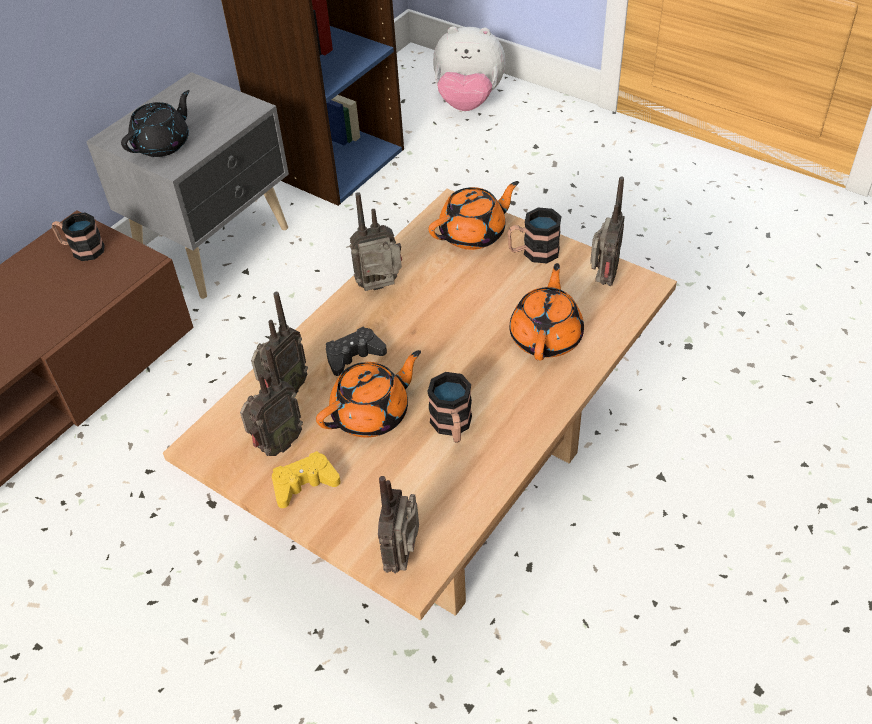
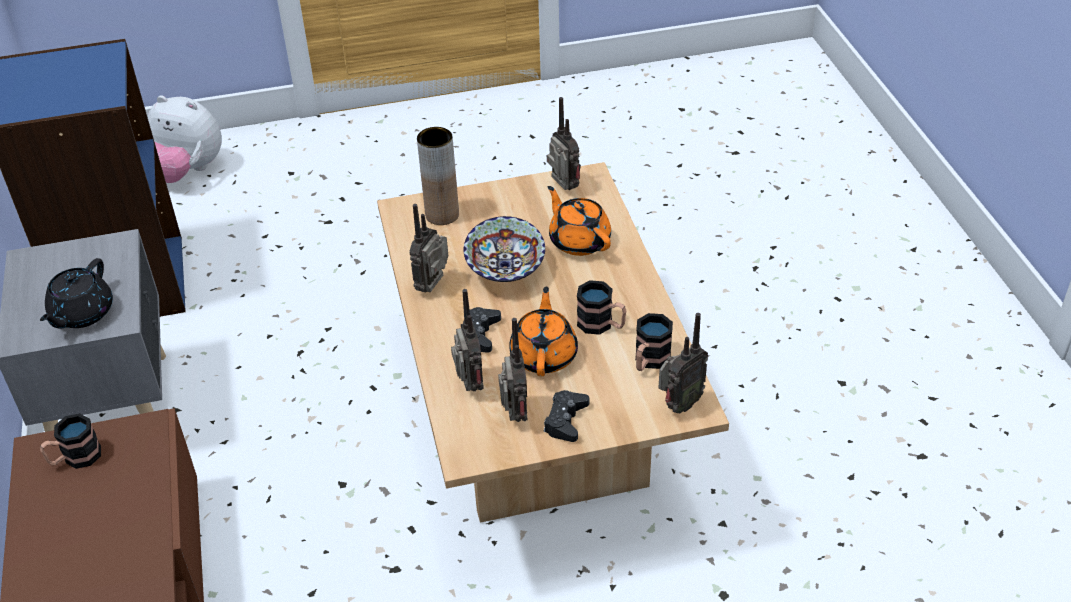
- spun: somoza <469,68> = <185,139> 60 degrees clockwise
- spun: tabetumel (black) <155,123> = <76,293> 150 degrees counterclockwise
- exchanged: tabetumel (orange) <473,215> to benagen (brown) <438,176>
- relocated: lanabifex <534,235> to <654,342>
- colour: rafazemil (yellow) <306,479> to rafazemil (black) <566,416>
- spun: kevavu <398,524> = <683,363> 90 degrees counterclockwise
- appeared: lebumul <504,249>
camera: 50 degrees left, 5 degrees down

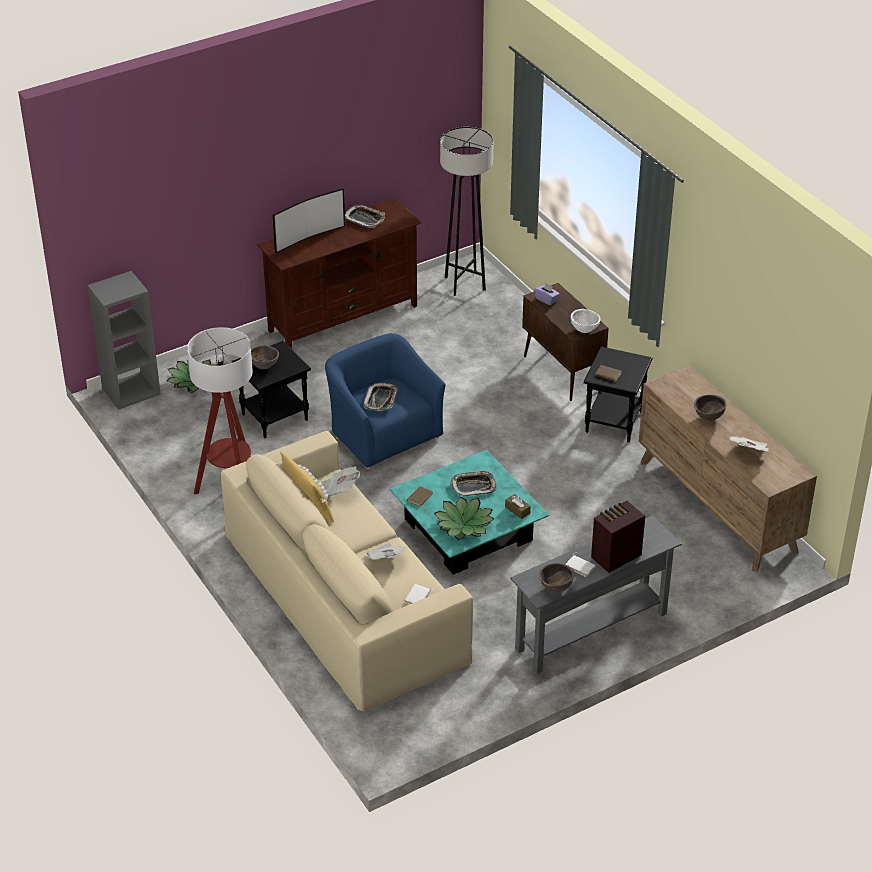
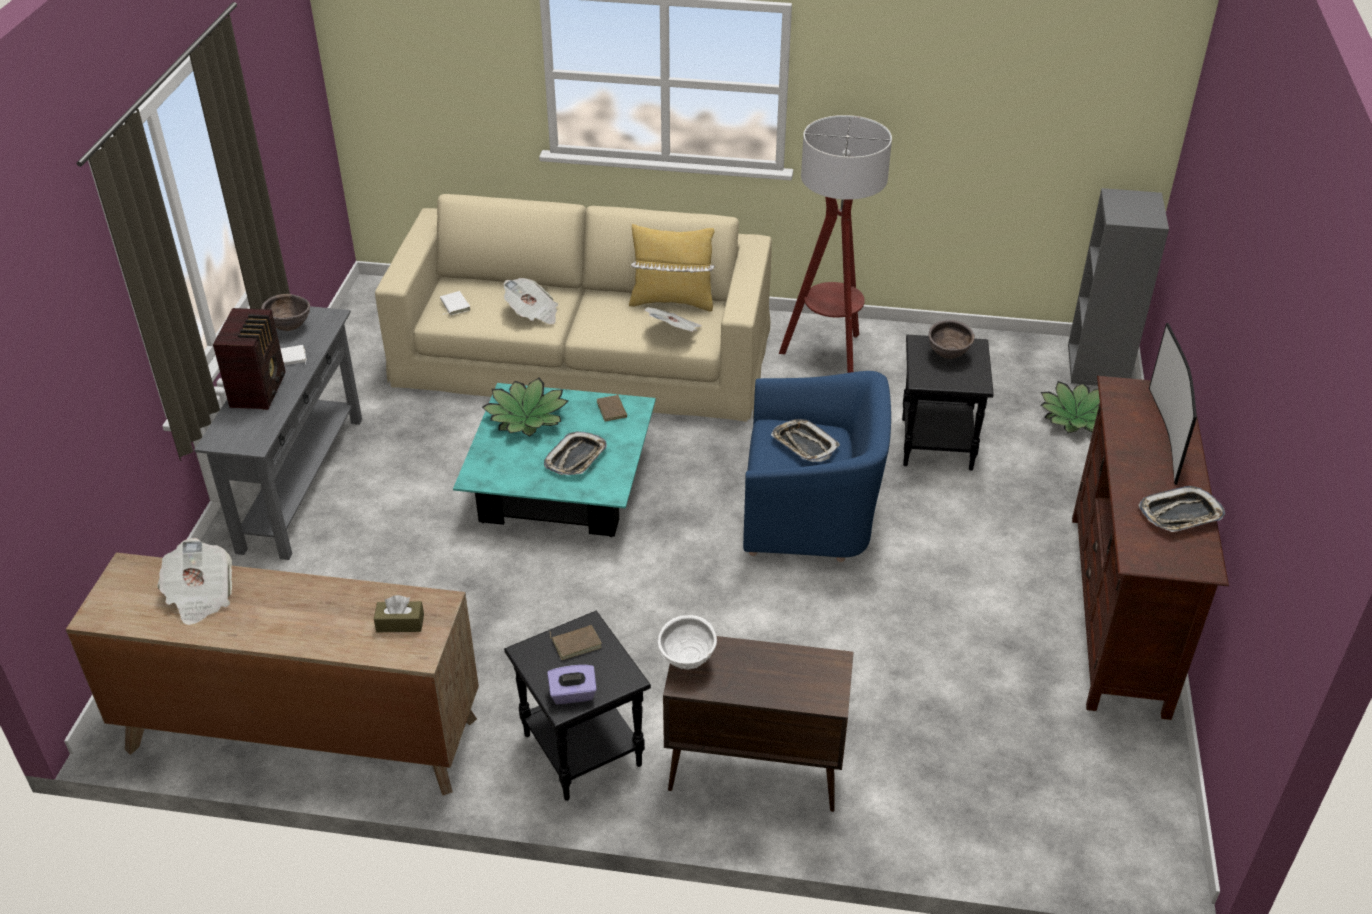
- missing: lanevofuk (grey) <467,211>
- relocated: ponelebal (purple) <547,293> to <572,684>
- missing: lebumul (brown) <710,408>
- relocated: ponelebal (brown) <518,506> to <399,613>
camera: 130 degrees right, 0 degrees up

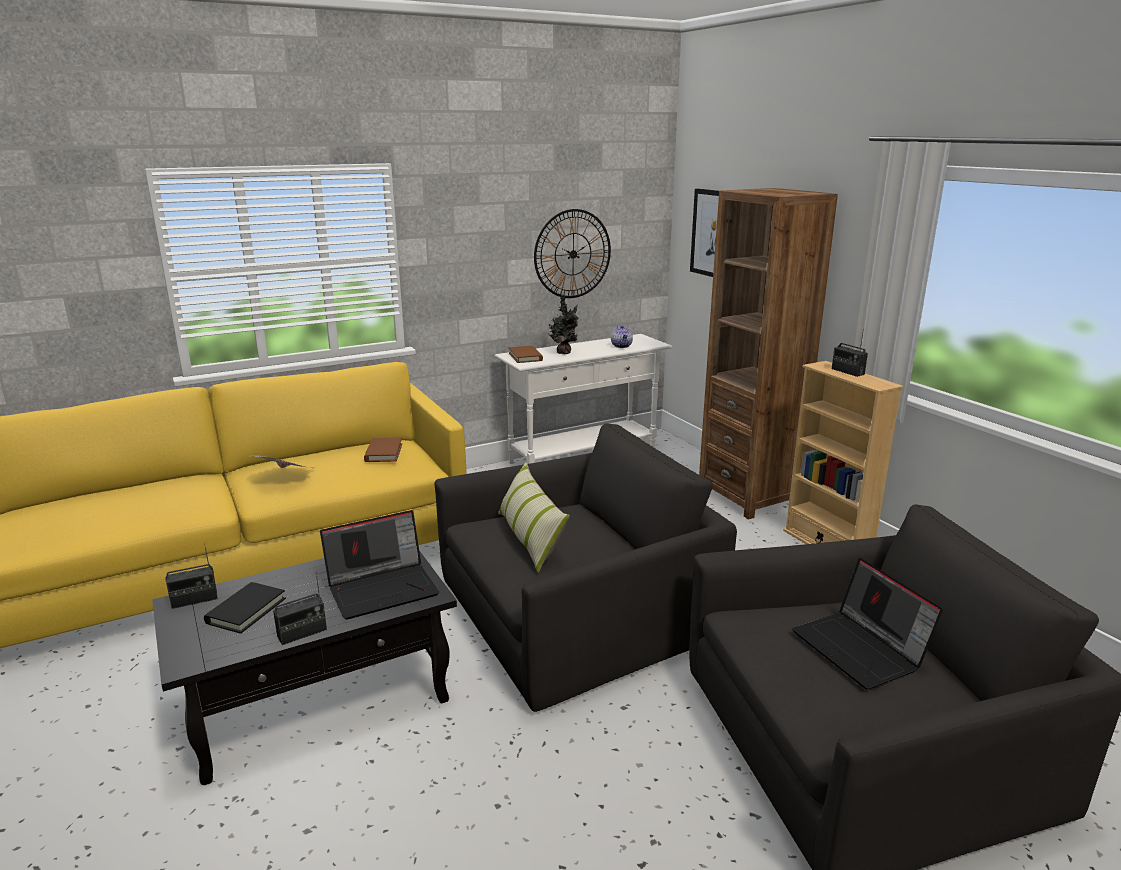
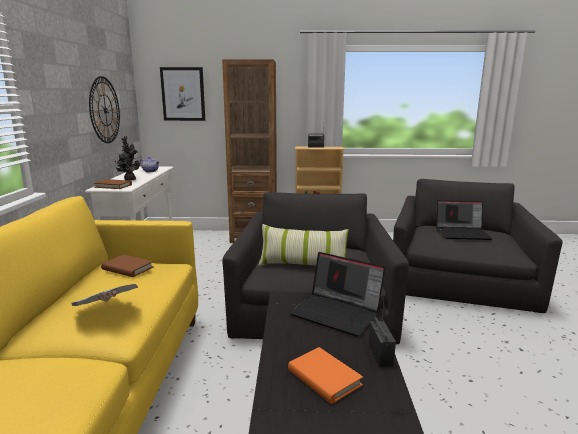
- spun: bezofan <379,565> = <337,294> 120 degrees clockwise
- missing: kevavu <191,576>
- colour: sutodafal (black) <245,608> to sutodafal (orange) <325,375>
camera: 60 degrees left, 5 degrees down

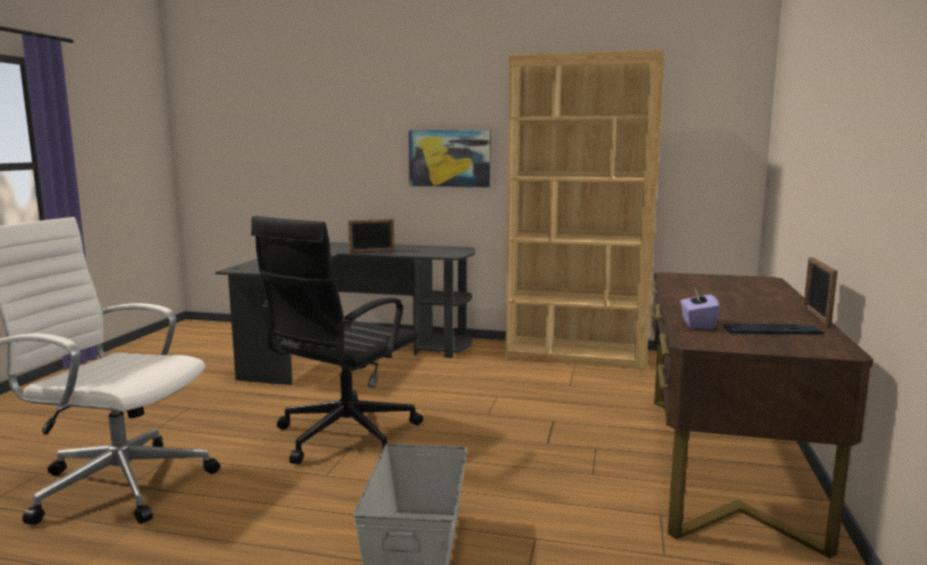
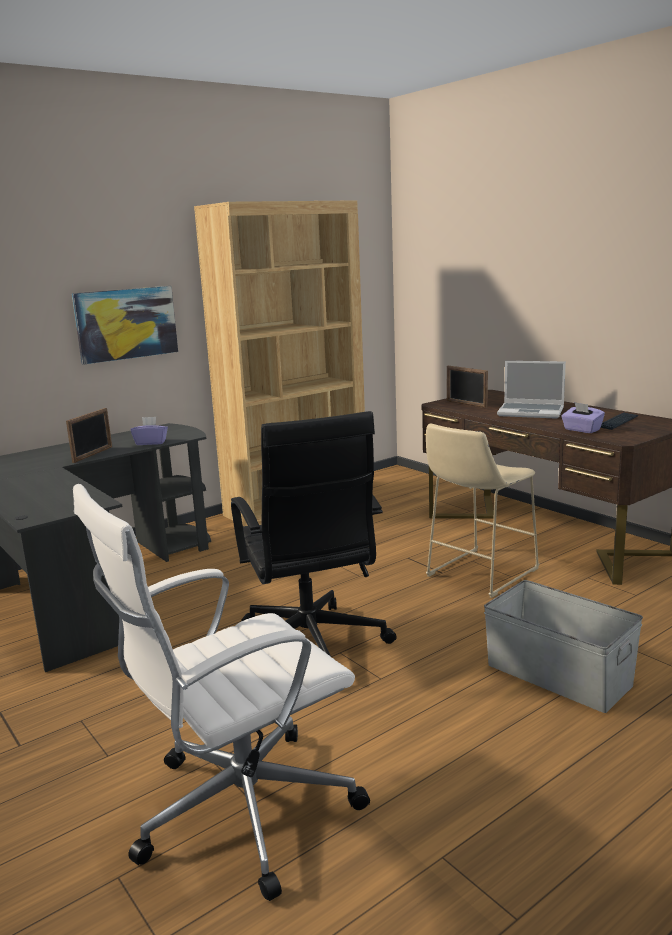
- relocated: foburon <820,292> to <467,387>
- appeared: bezofan <531,390>
- appeared: ponelebal (purple) <149,431>
- appeared: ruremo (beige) <483,511>
camera: 50 degrees left, 5 degrees up

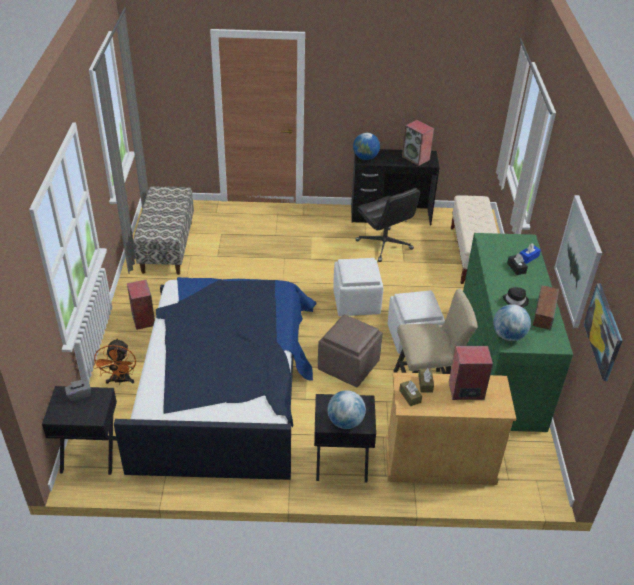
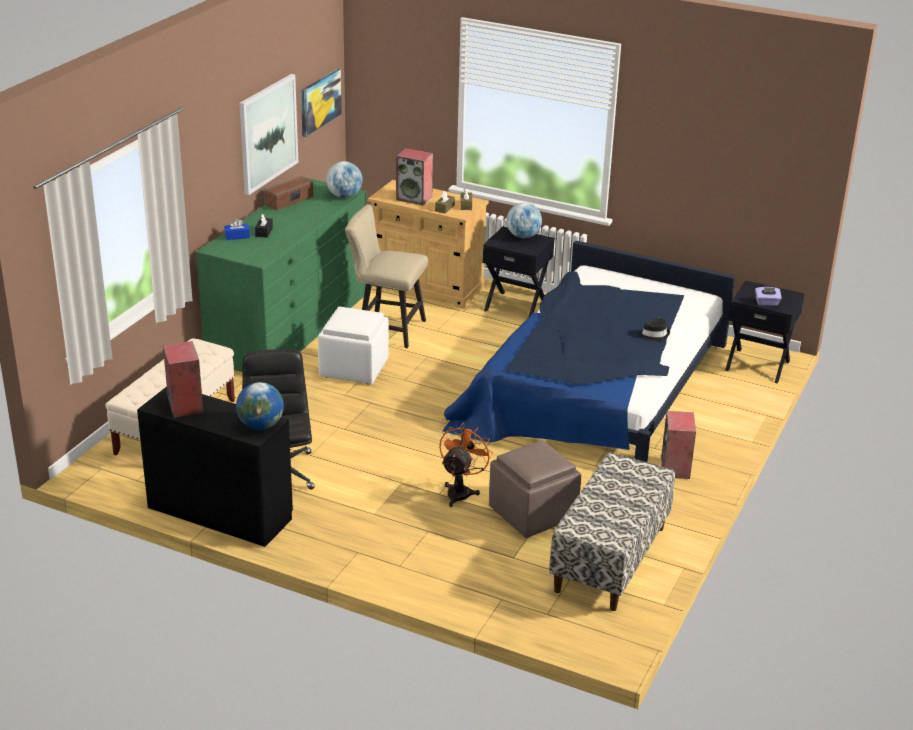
- missing: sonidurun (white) <358,287>
- relocated: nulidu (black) <516,297> to <654,330>
- relocated: sonidurun (brown) <350,350> to <535,489>
- relocated: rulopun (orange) <114,361> to <466,465>
- colour: ponelebal (grey) <78,391> to ponelebal (purple) <768,296>
camera: 155 degrees left, 10 degrees down

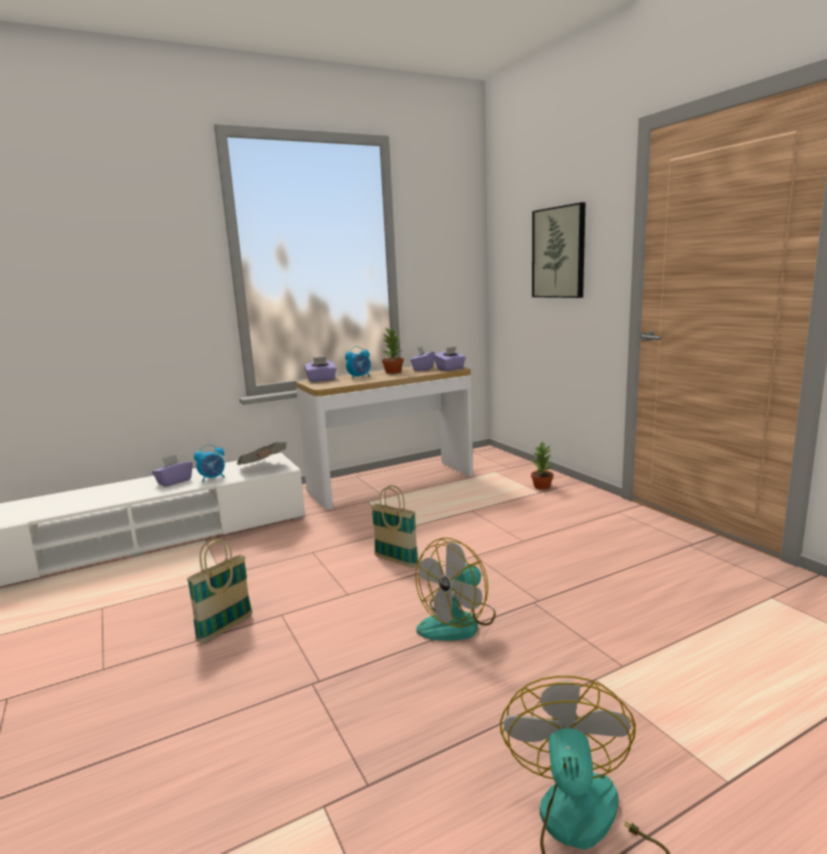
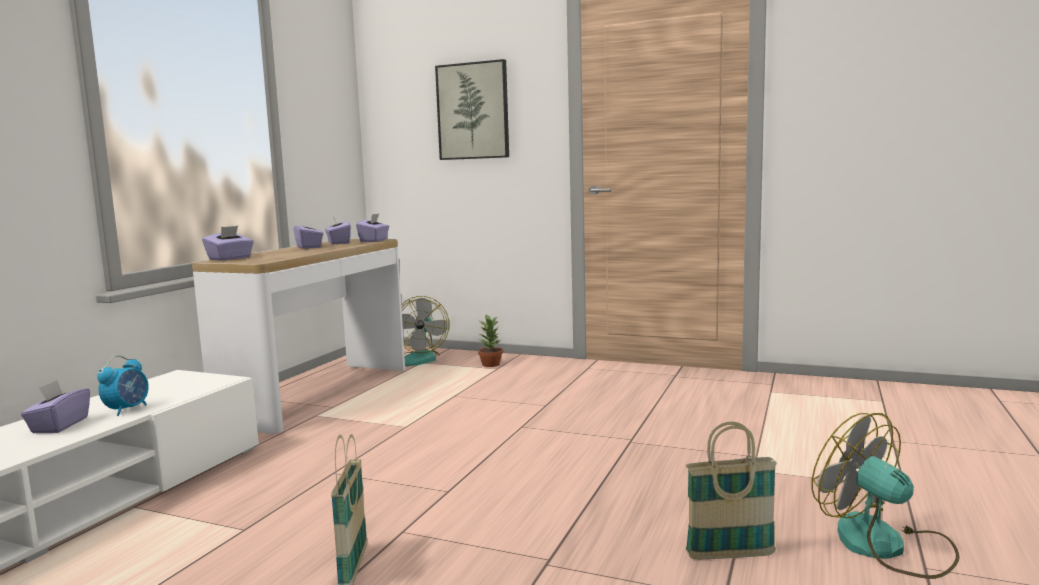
- exchanged: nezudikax <393,350> to ponelebal (purple) <308,234>
- missing: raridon <358,362>
- missing: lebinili <262,453>
- relocated: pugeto <394,526> to <731,490>
- relocated: rulopun <455,589> to <425,331>
camera: 40 degrees left, 5 degrees down

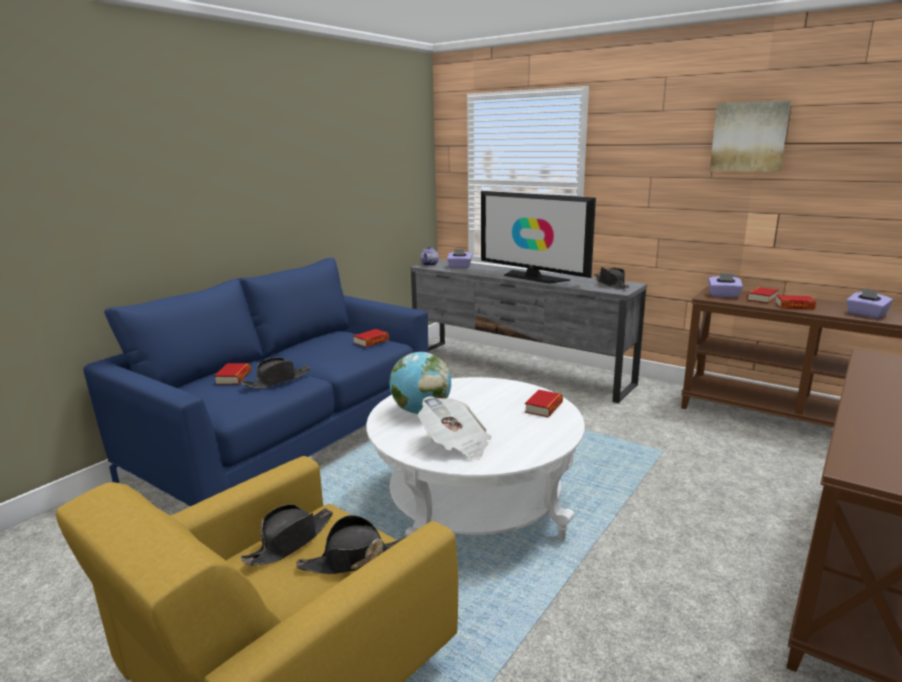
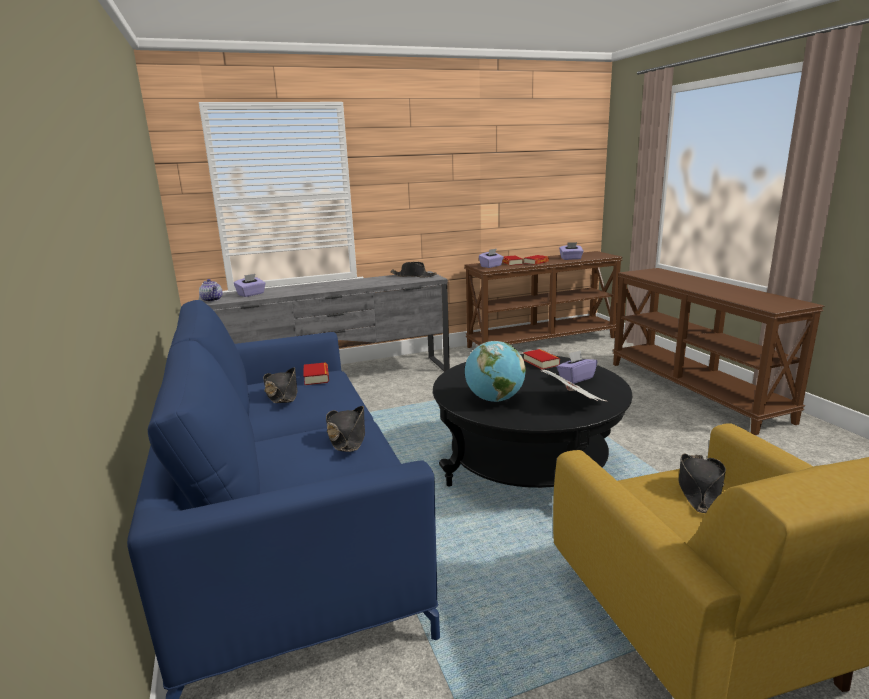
- missing: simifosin <750,136>
- missing: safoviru <538,237>
- missing: sutodafal <232,374>
- colour: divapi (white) <475,458> to divapi (black) <533,421>
- relocated: nulidu (black) <286,534> to <280,385>
- appeared: ponelebal (purple) <577,367>
camera: 55 degrees left, 0 degrees up

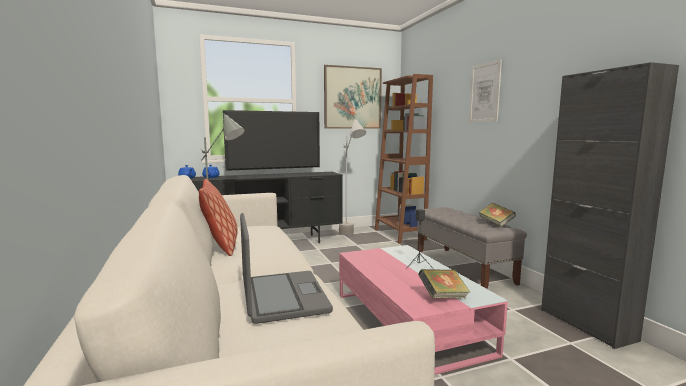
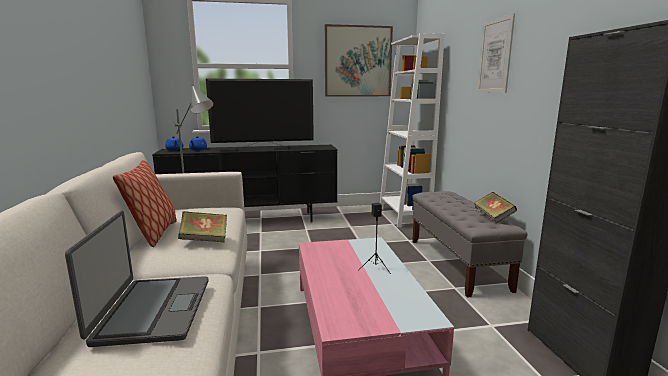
- colour: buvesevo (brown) <404,158> to buvesevo (white) <412,130>
- missing: lanevofuk (grey) <352,176>
- relocated: sutodafal <444,283> to <202,226>
camera: 10 degrees right, 5 degrees up

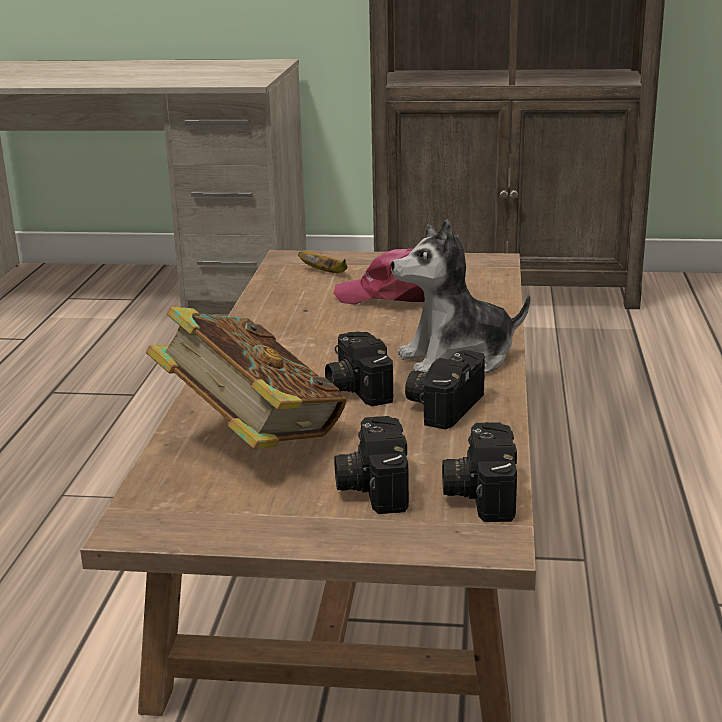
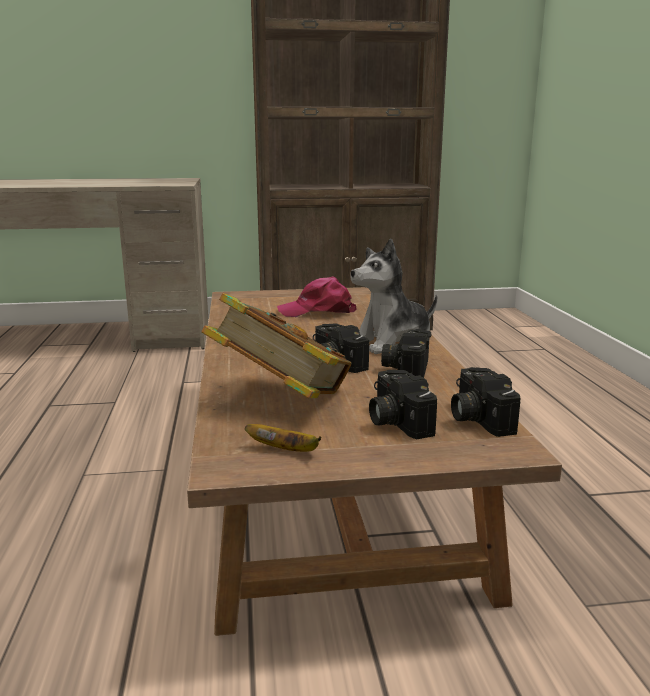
- relocated: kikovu <322,262> to <283,438>
camera: 15 degrees left, 5 degrees down

